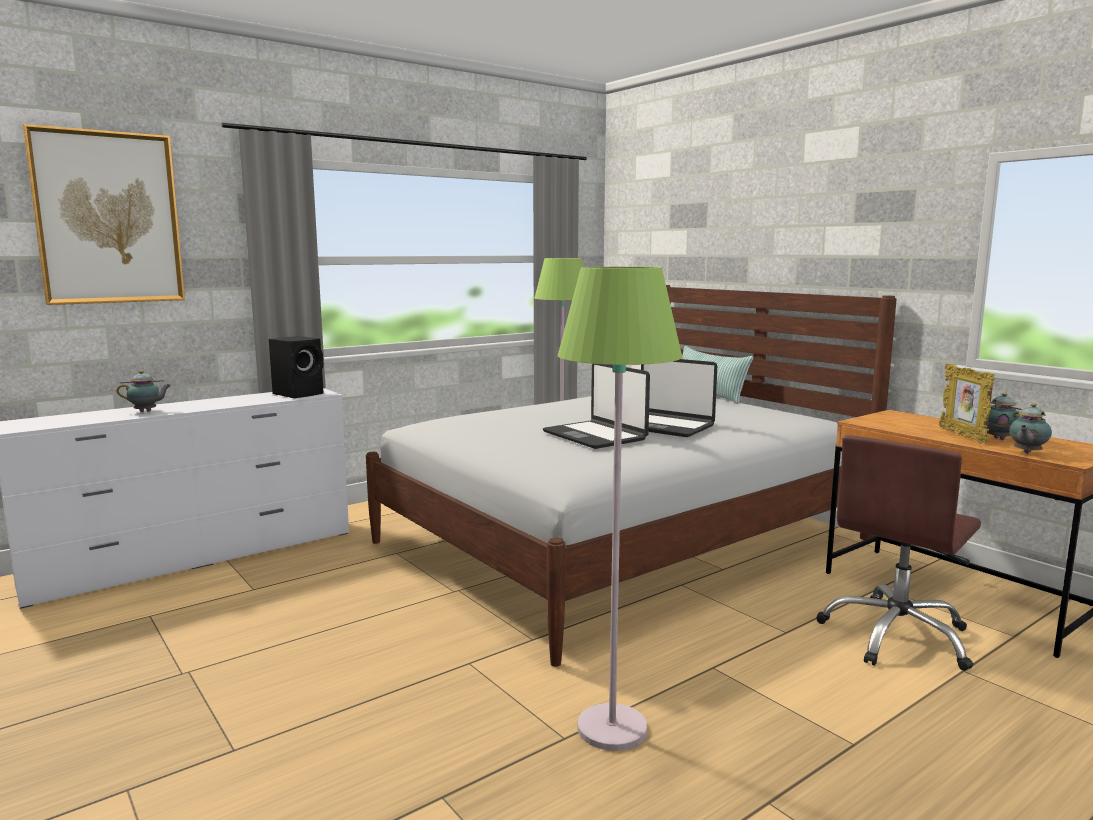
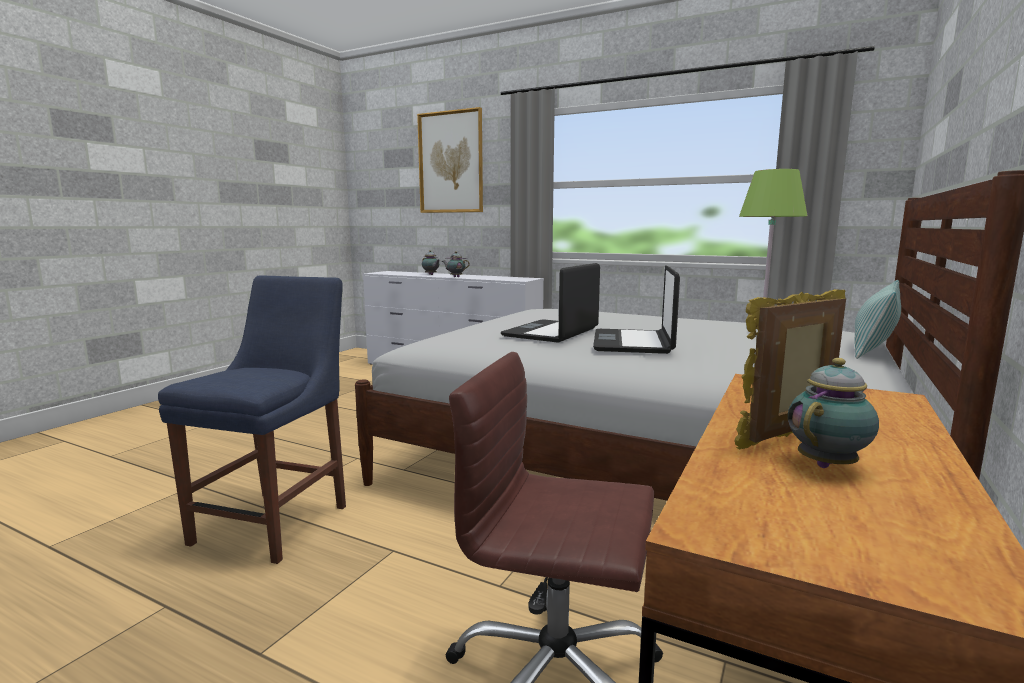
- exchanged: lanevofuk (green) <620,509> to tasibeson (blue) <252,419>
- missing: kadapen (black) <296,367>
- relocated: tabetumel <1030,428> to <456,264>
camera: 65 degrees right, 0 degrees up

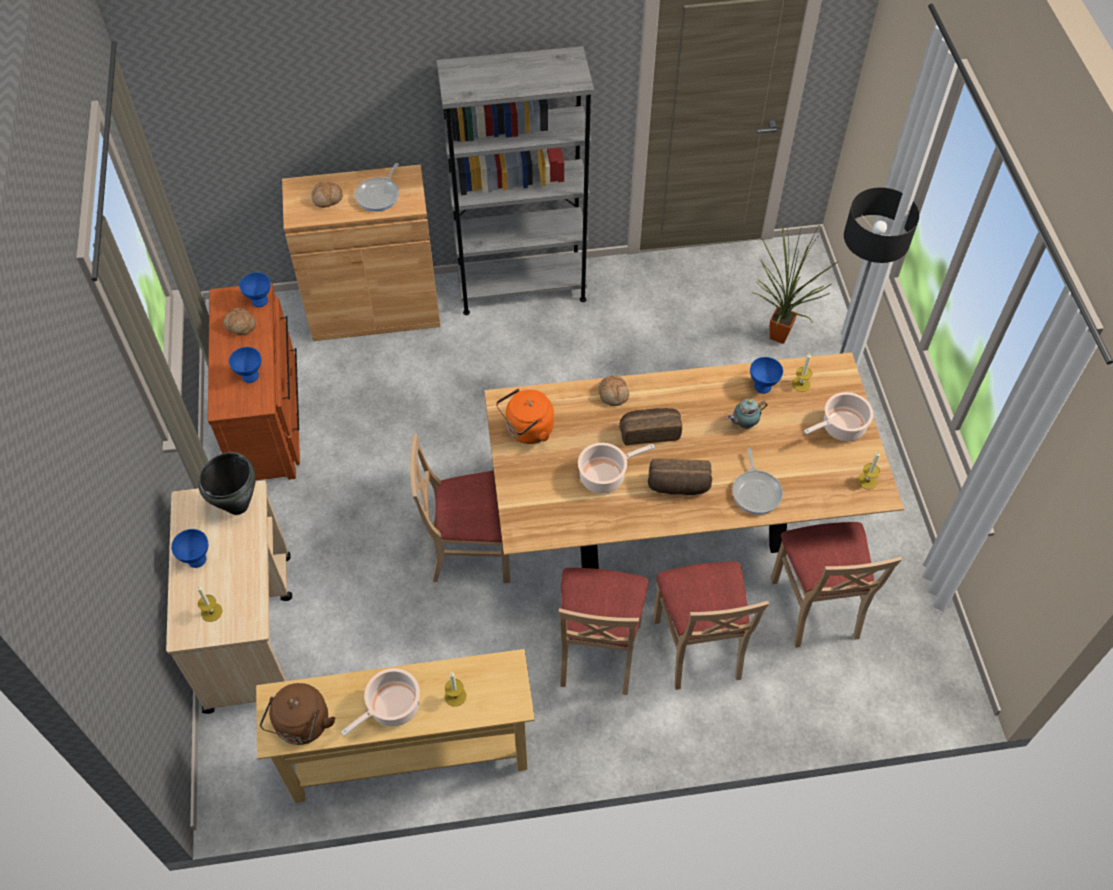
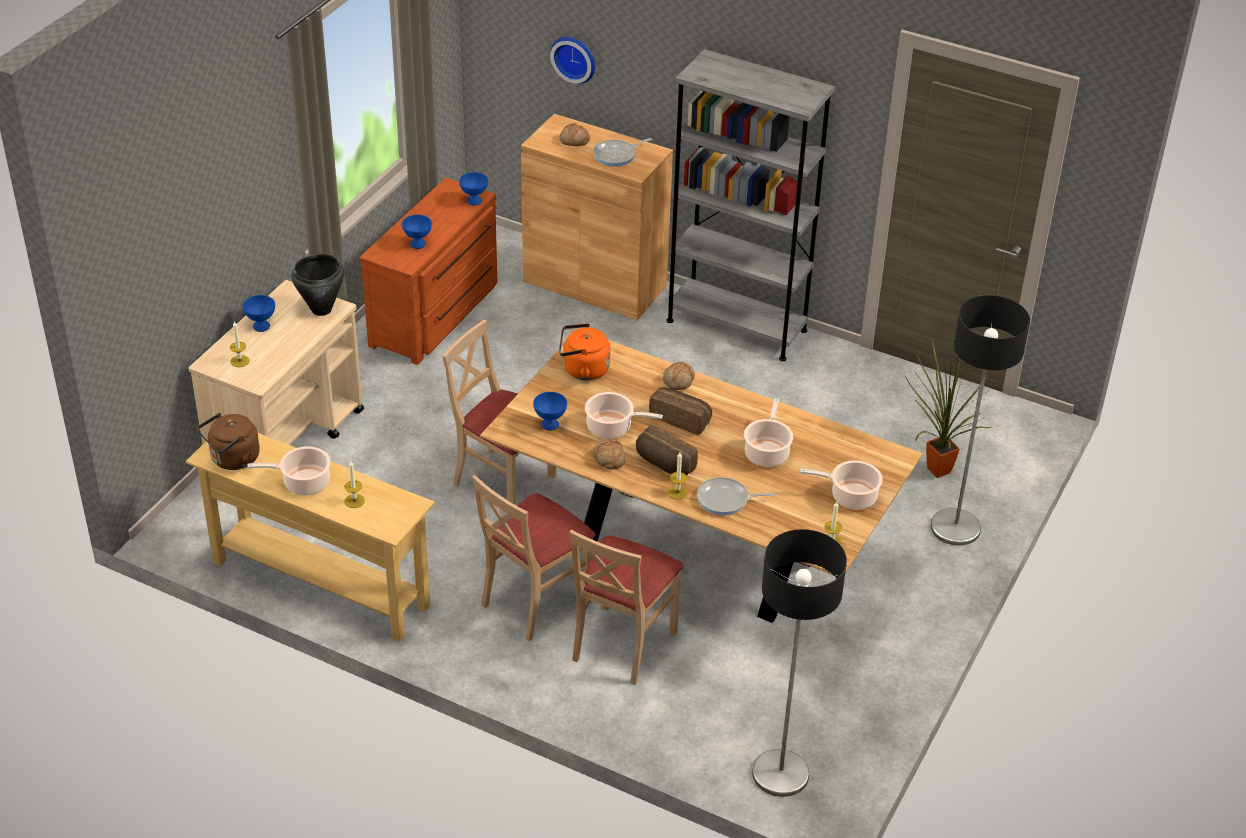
- relocated: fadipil <239,321> to <609,454>
- relocated: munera <802,372> to <678,475>
- relocated: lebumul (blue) <766,375> to <550,411>
- exchanged: tabetumel <747,414> to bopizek <768,432>
- spun: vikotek <757,481> = <736,496> 60 degrees clockwise
- missing: tasibeson (beige) <836,585>
- appeared: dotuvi <572,60>
- appeared: lanevofuk <799,663>
camera: 35 degrees right, 15 degrees down

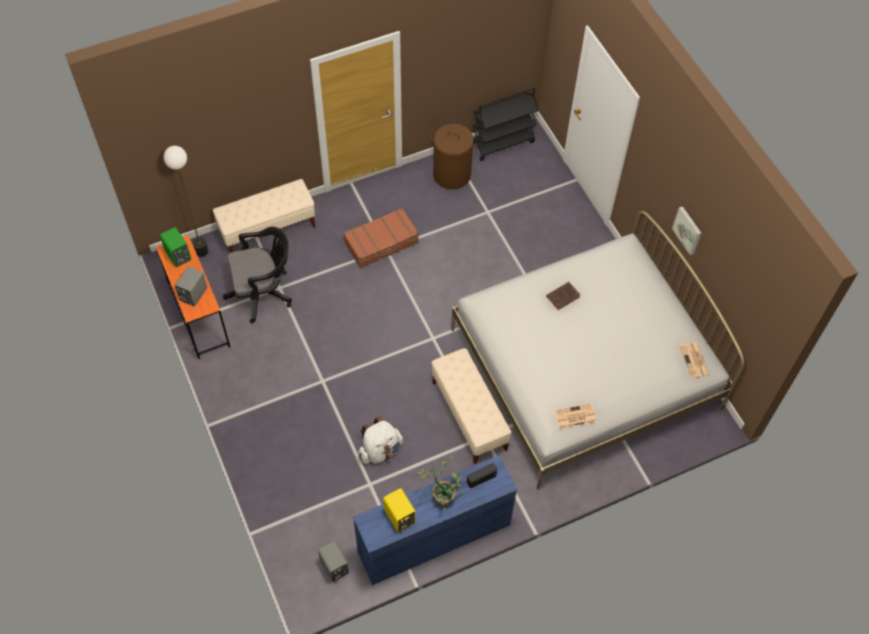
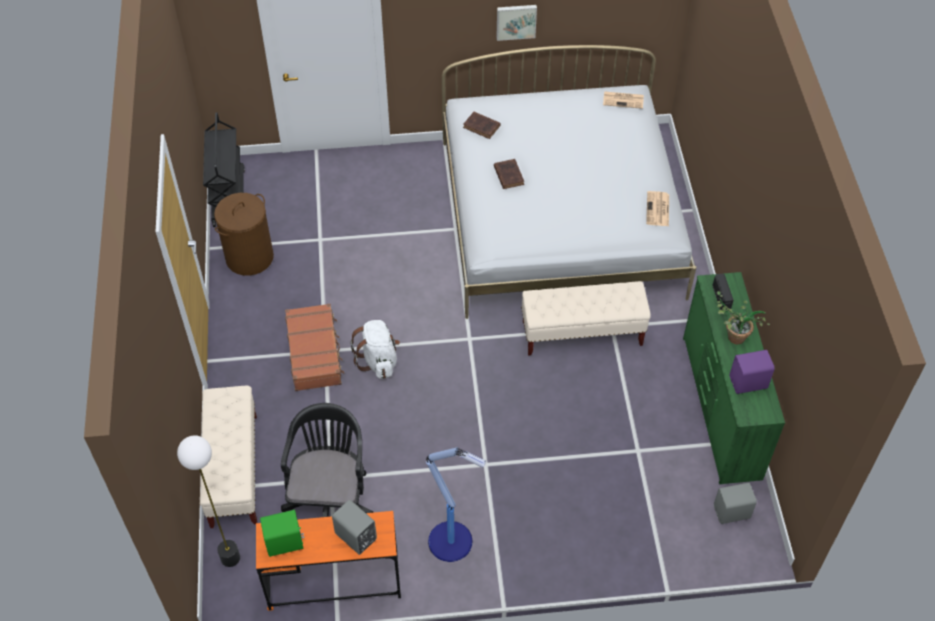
- relocated: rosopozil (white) <380,440> to <375,349>
- colour: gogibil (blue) <435,521> to gogibil (green) <734,378>
- colour: kadapen (yellow) <399,510> to kadapen (purple) <752,372>
- appeared: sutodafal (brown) <481,125>
- appeared: lanevofuk <456,504>
camera: 70 degrees left, 5 degrees down

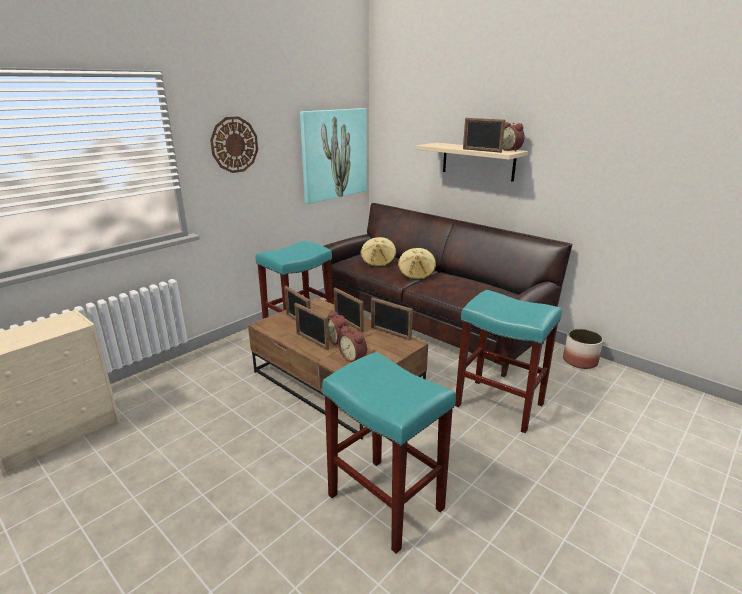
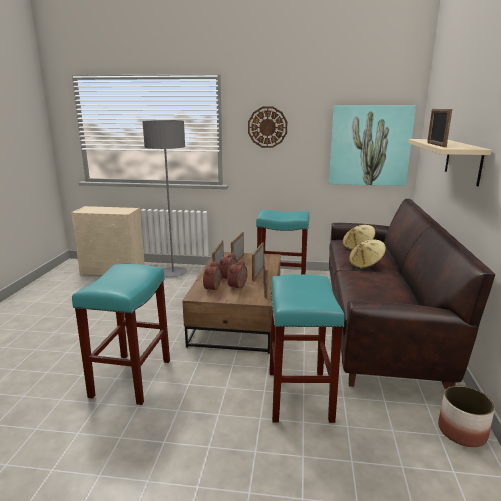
- relocated: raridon <513,137> to <237,274>
- appeared: lanevofuk (grey) <164,198>
camera: 55 degrees right, 5 degrees down

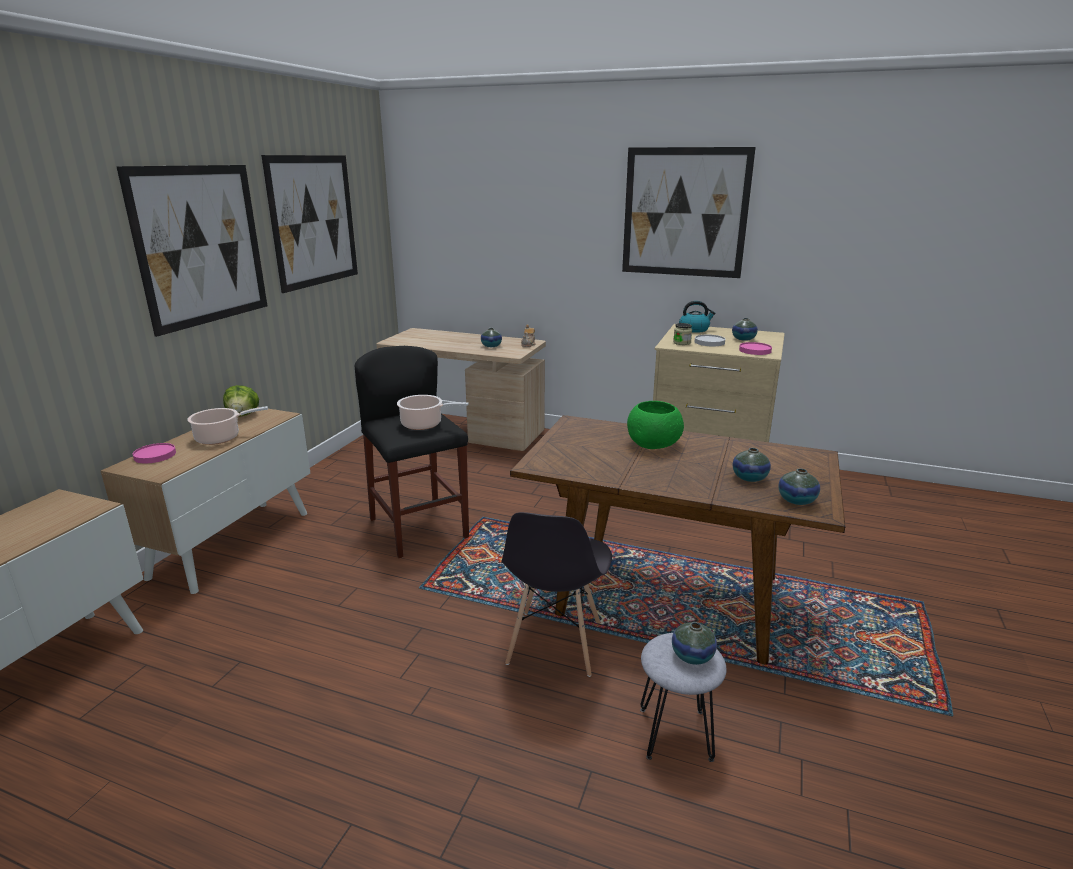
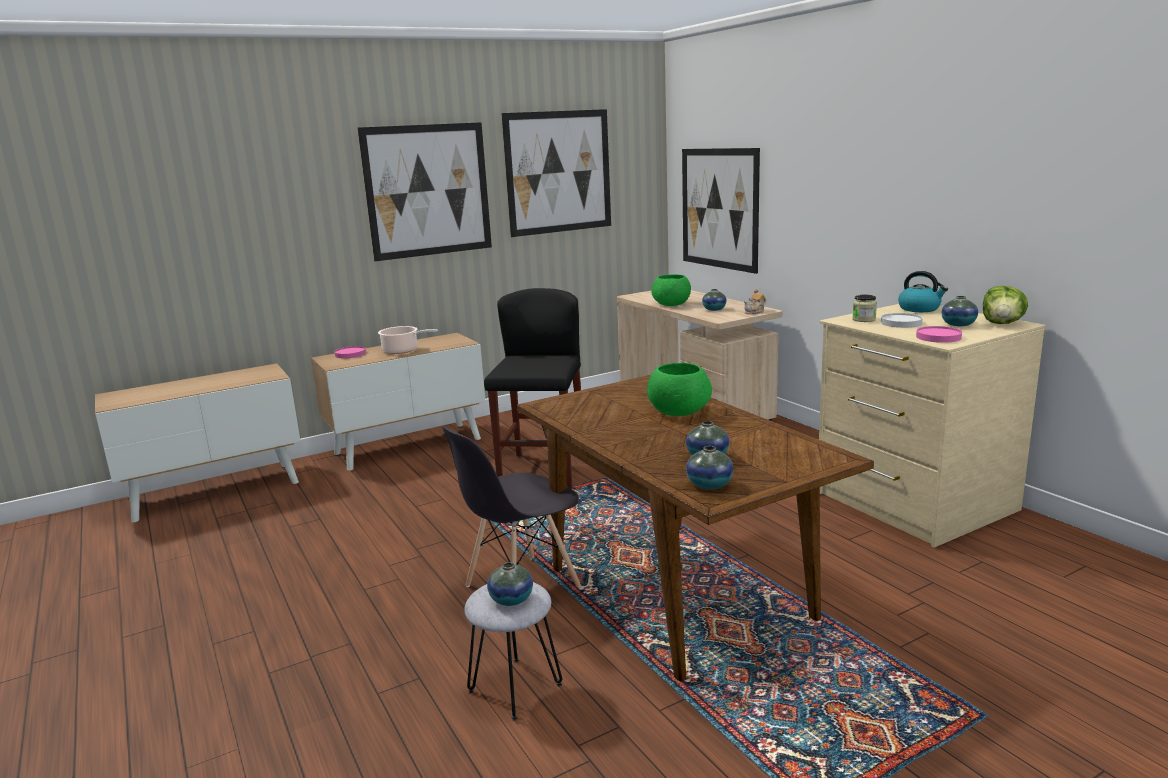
- relocated: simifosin <689,212> to <721,211>
- relocated: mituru <241,401> to <1005,305>
- missing: bopizek <433,412>
- appeared: lebumul (green) <671,290>
camera: 40 degrees right, 5 degrees down

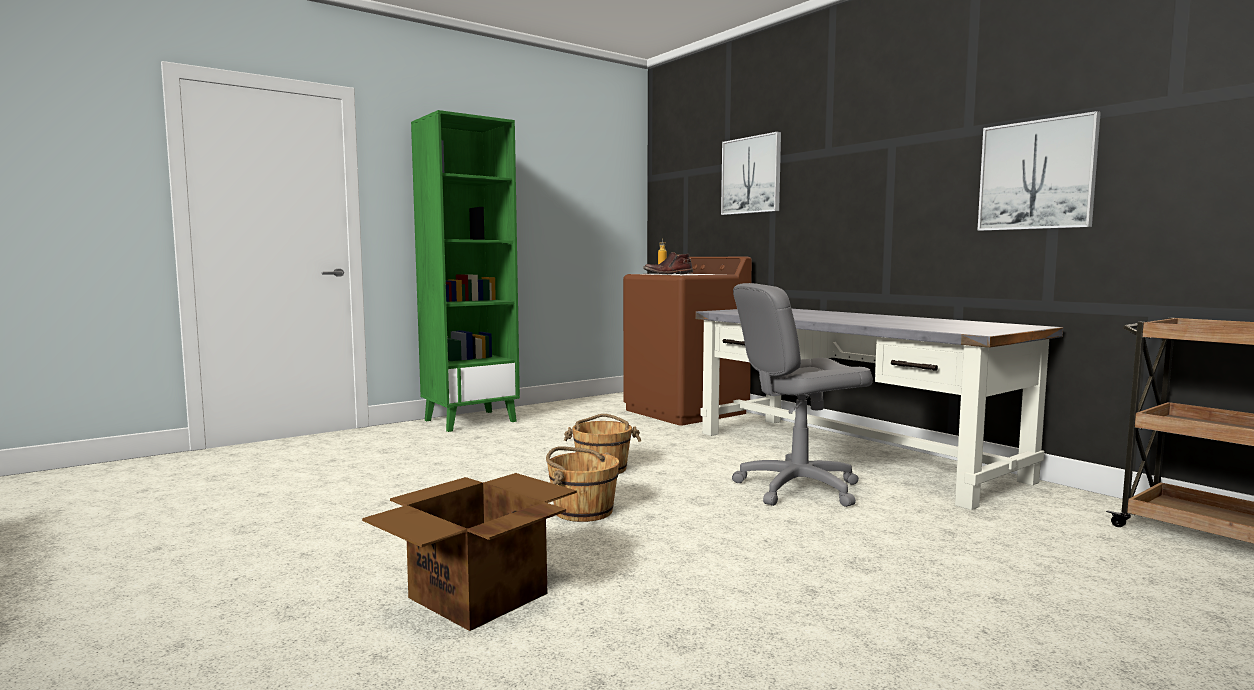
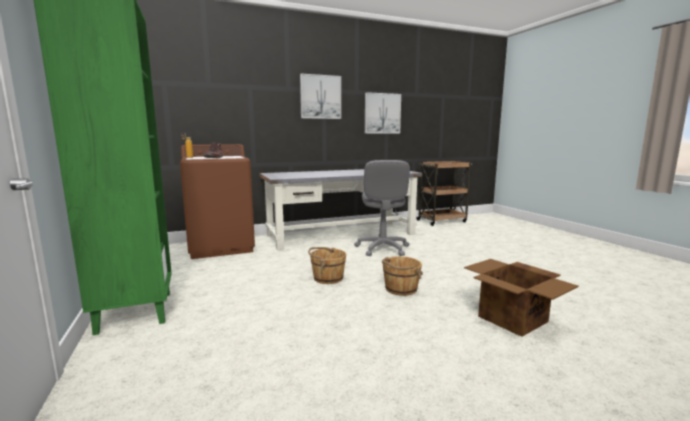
- relocated: simifosin <751,173> to <320,96>
camera: 75 degrees left, 5 degrees up

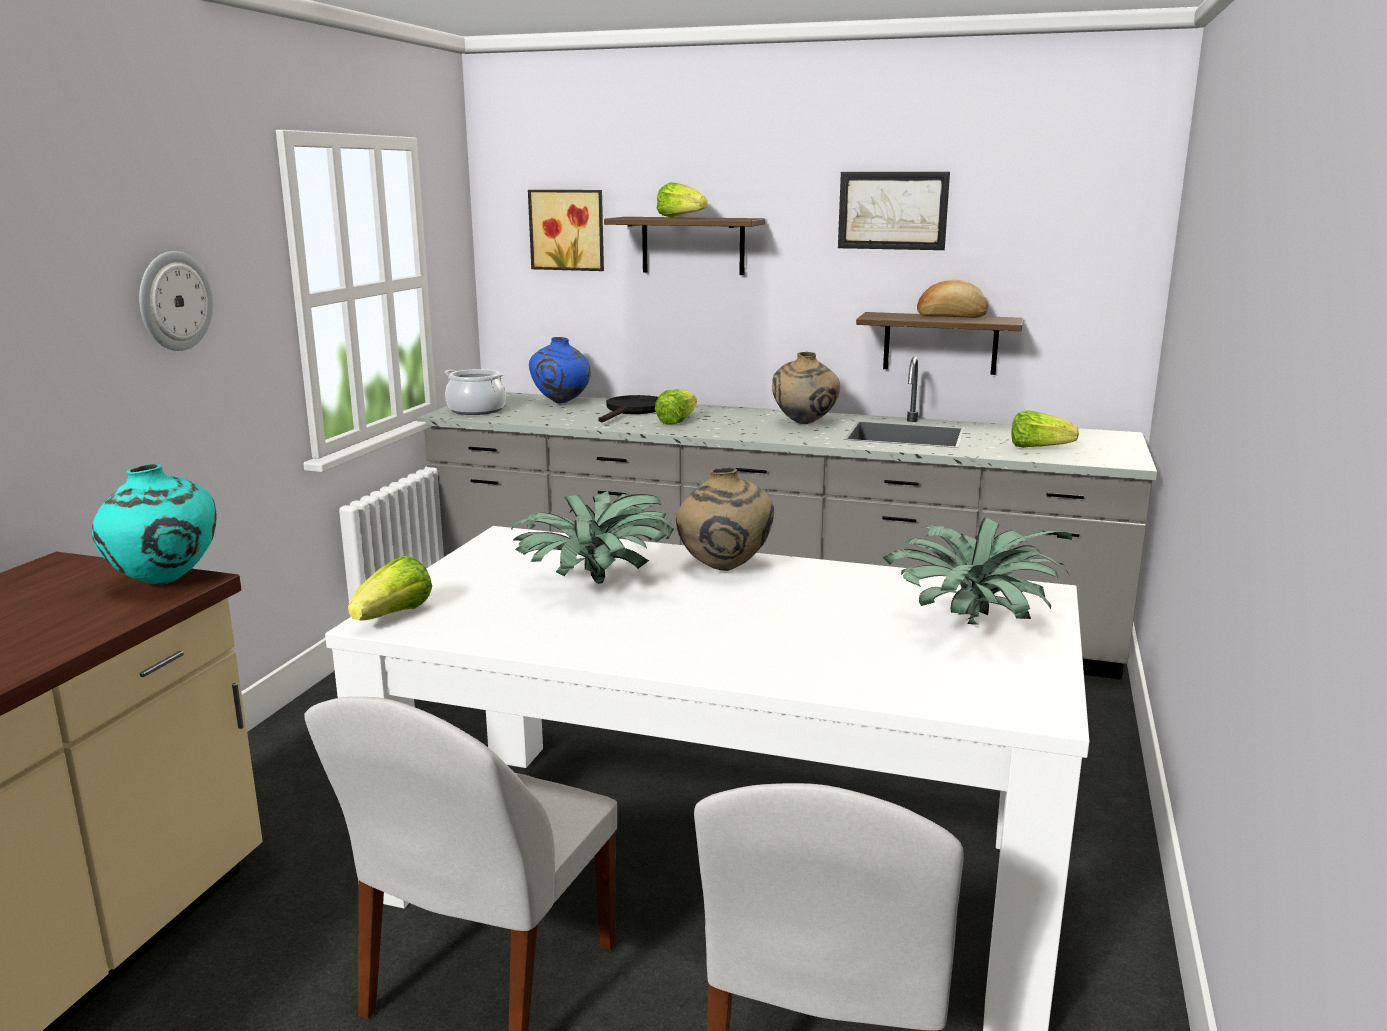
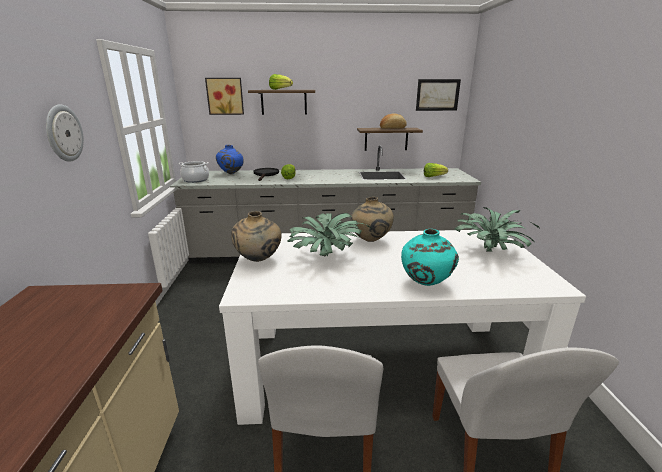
- relocated: simifosin <894,211> to <438,95>
- relocated: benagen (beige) <806,388> to <256,236>
- relocated: benagen (turquoise) <154,524> to <430,257>
- missing: mituru <390,588>
camera: 20 degrees left, 5 degrees up

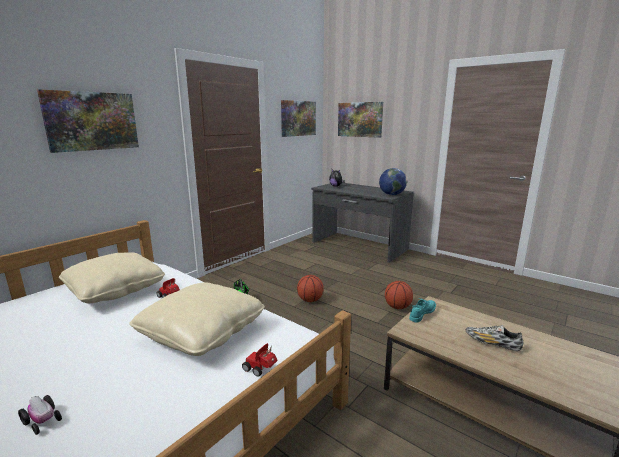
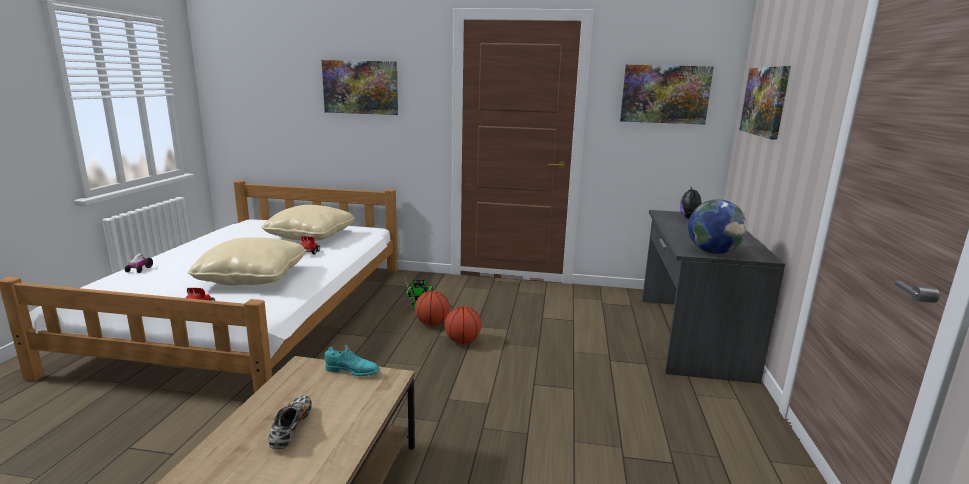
- relocated: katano <399,295> to <432,308>
camera: 60 degrees right, 0 degrees up

